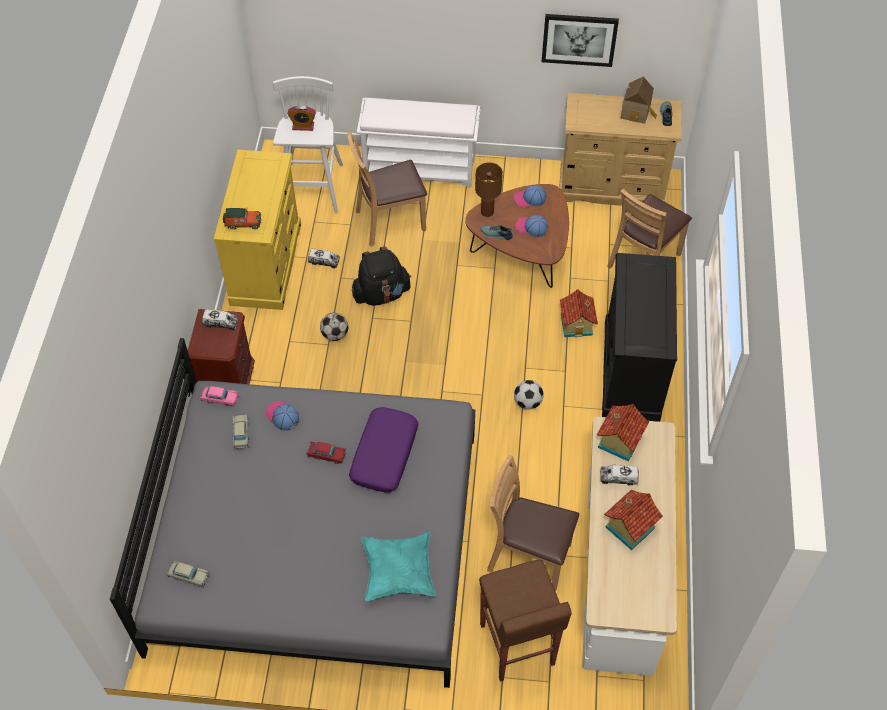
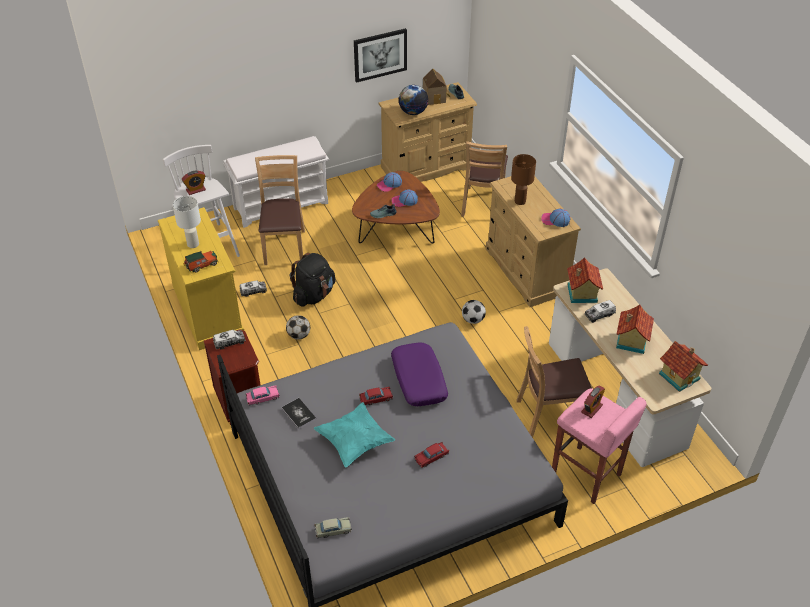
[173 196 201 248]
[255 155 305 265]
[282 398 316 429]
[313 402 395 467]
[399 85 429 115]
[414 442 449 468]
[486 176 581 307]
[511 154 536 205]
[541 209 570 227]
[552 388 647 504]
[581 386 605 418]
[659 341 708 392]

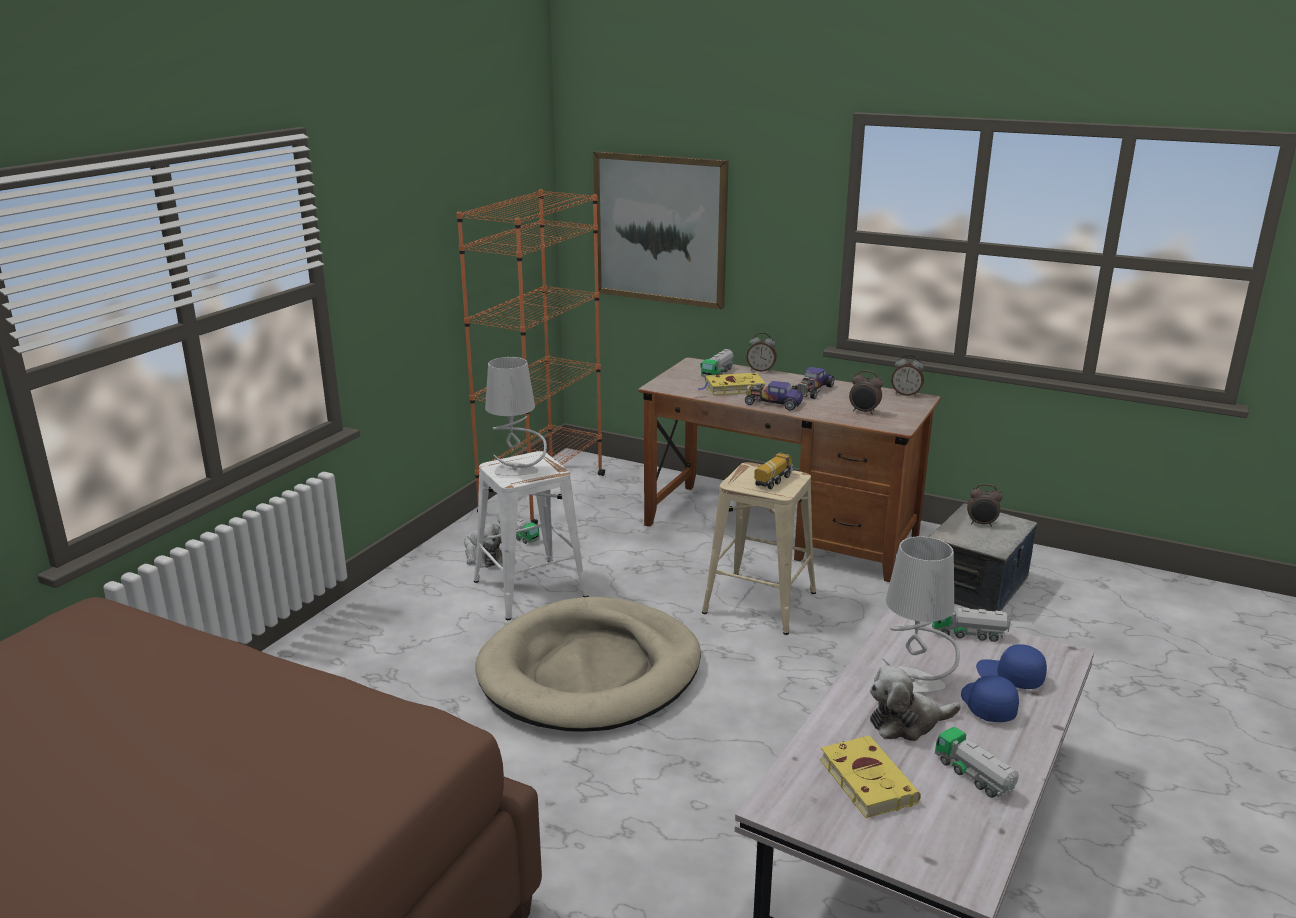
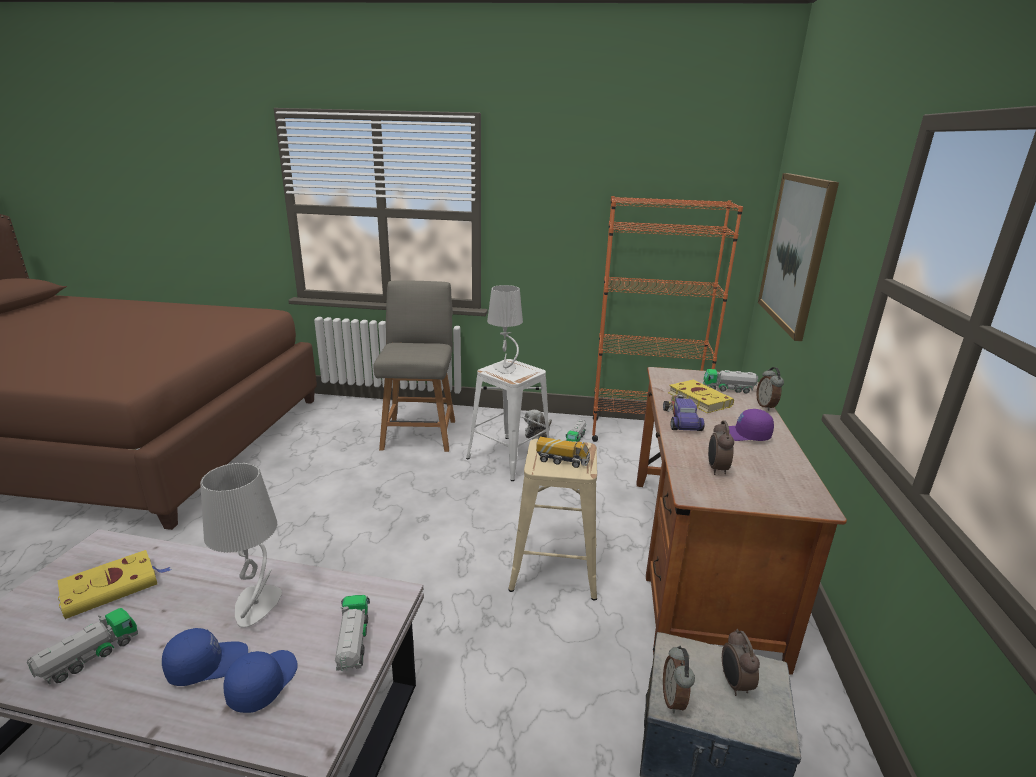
[373 280 455 452]
[663 645 695 713]
[729 409 774 441]
[475 597 701 732] (first image)
[870 665 961 741] (first image)

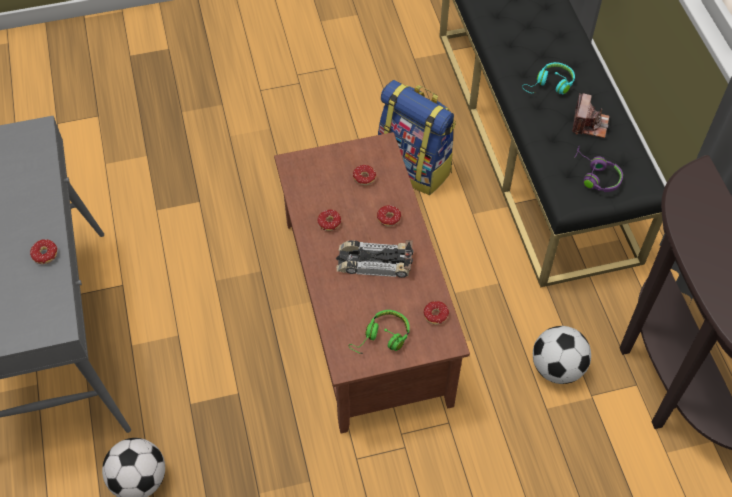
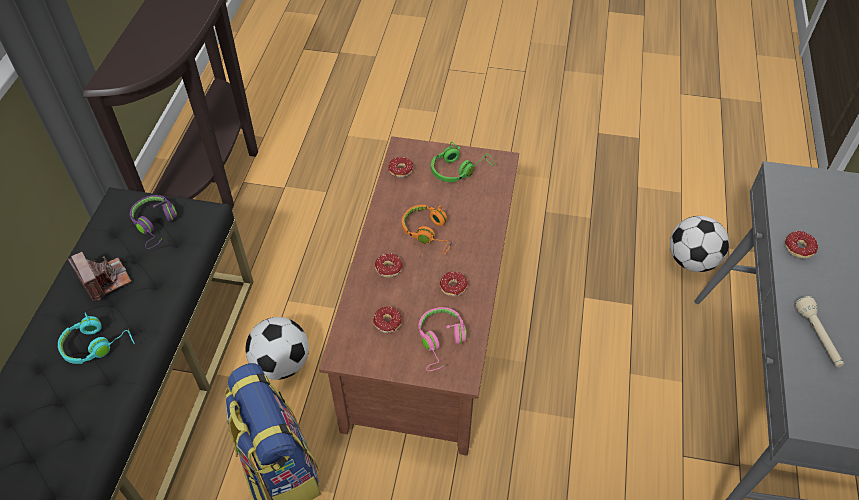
[68 252 131 301]
[245 317 309 380]
[402 205 452 255]
[418 307 467 371]
[795 296 844 367]

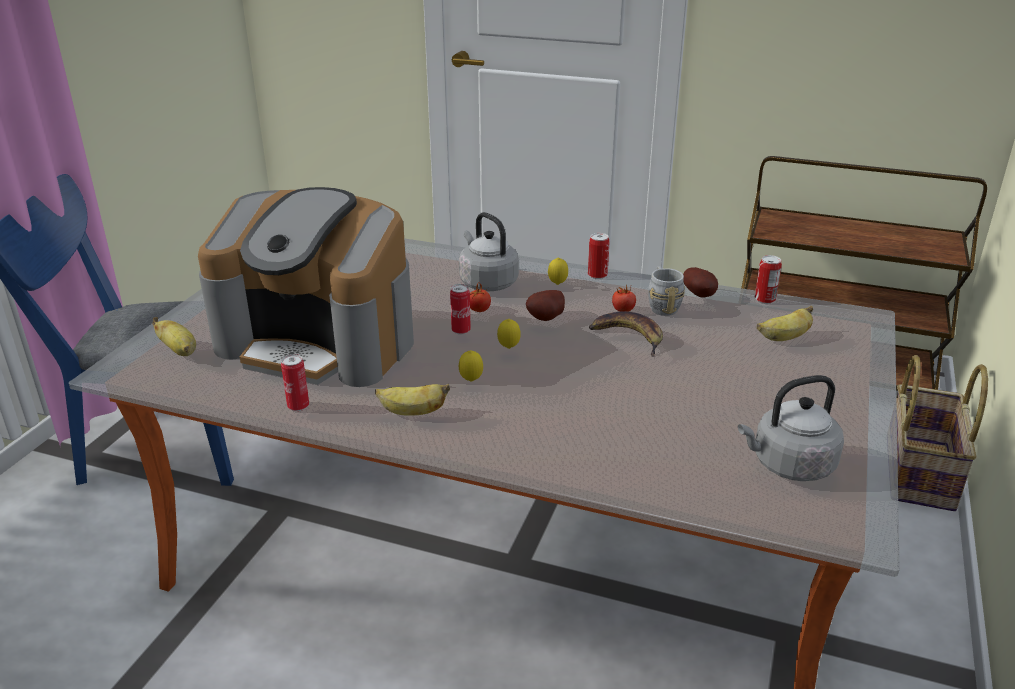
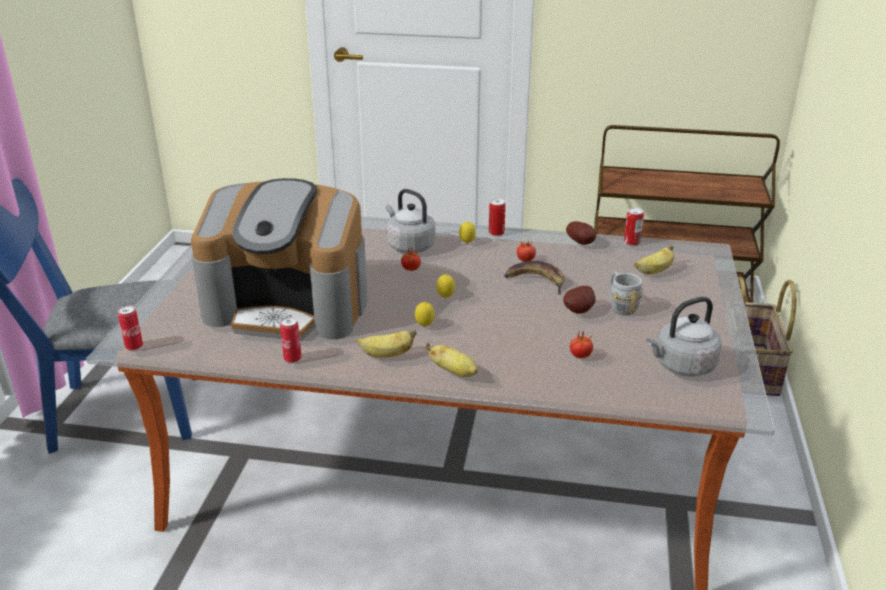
[118 305 143 351]
[426 343 478 377]
[563 286 596 314]
[570 329 593 358]
[610 271 643 315]

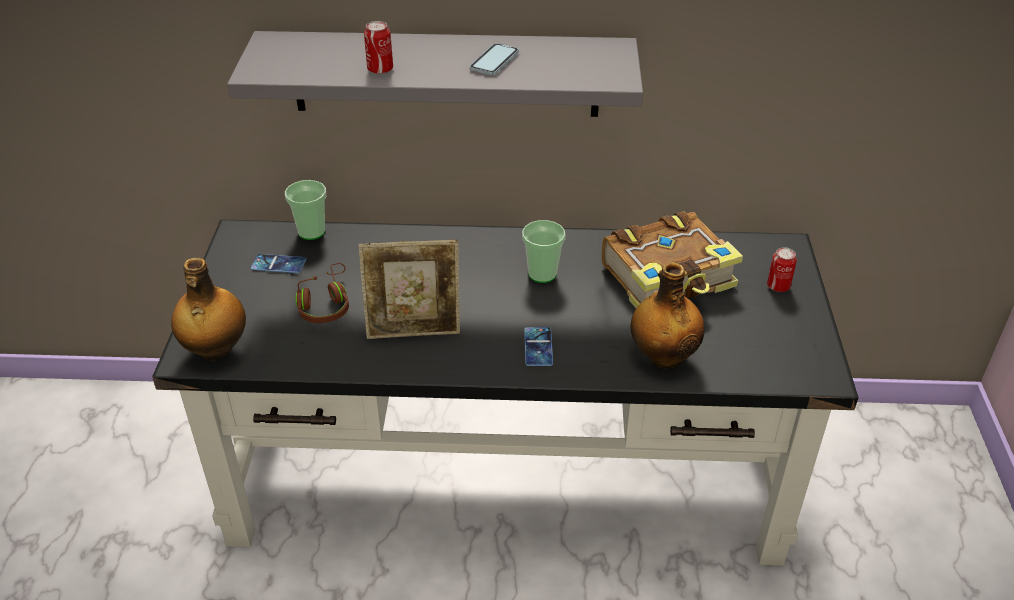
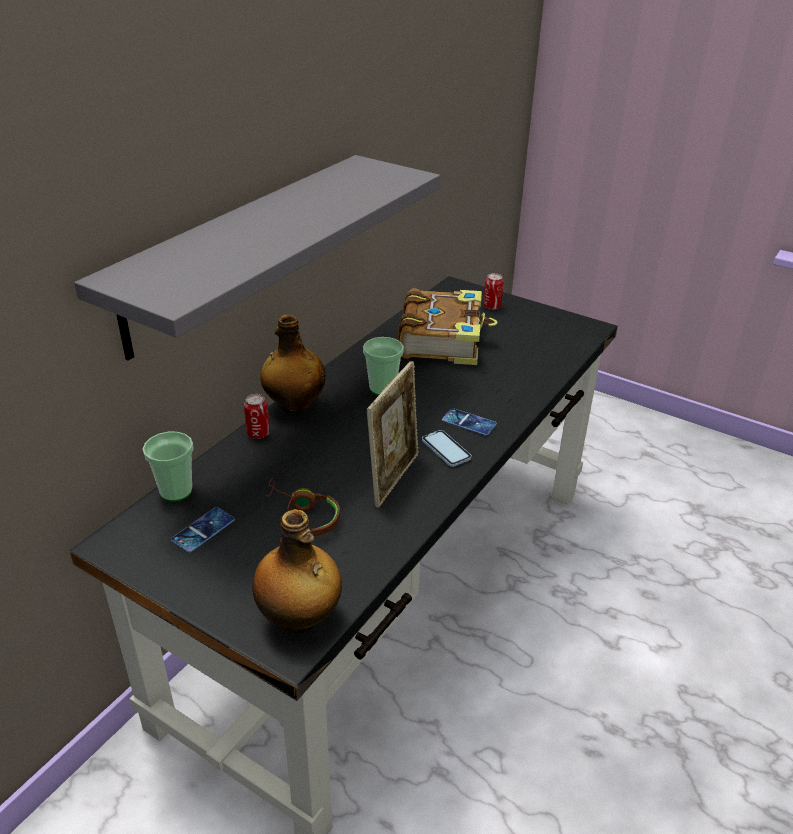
[244 394 270 439]
[260 315 326 414]
[422 430 472 467]

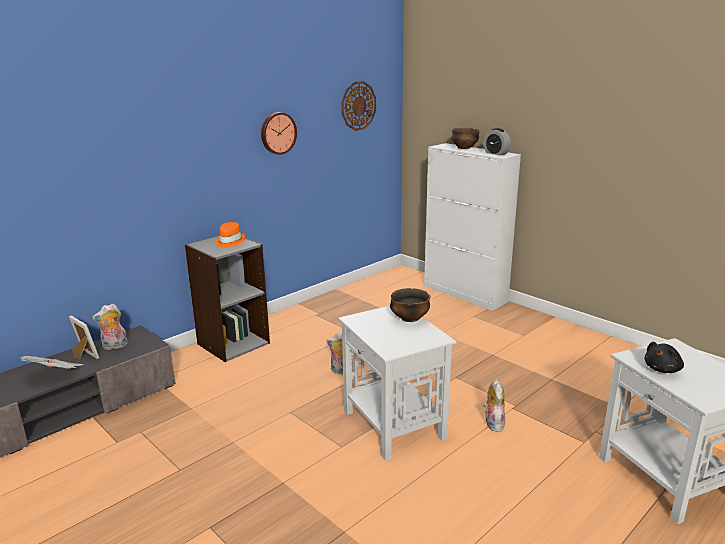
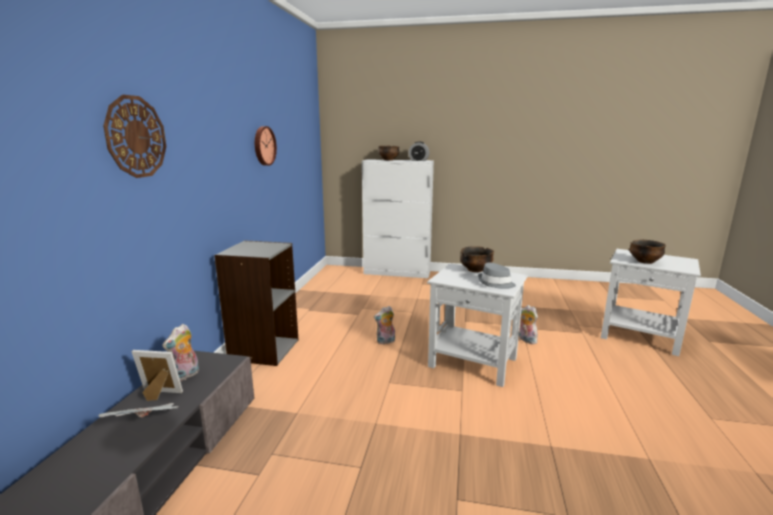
[103 95 166 178]
[478 262 516 289]
[629 240 666 264]
[215 222 245 247] (first image)

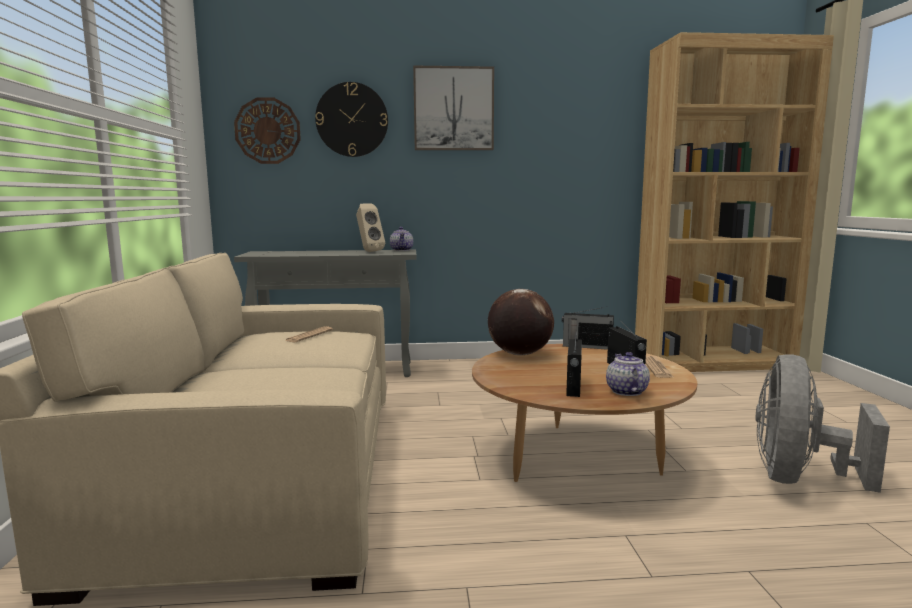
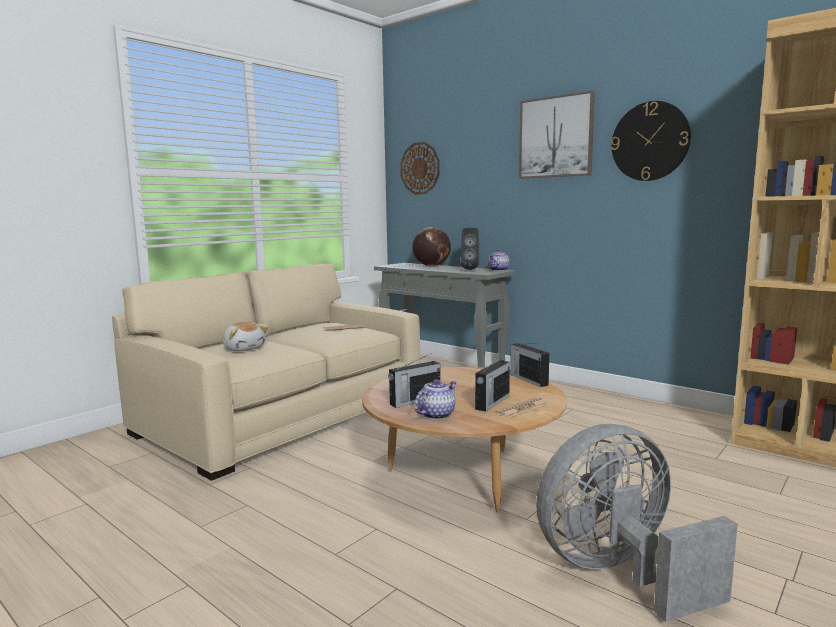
[222 322 269 351]
[412 227 451 267]
[461 228 479 270]
[611 101 691 181]

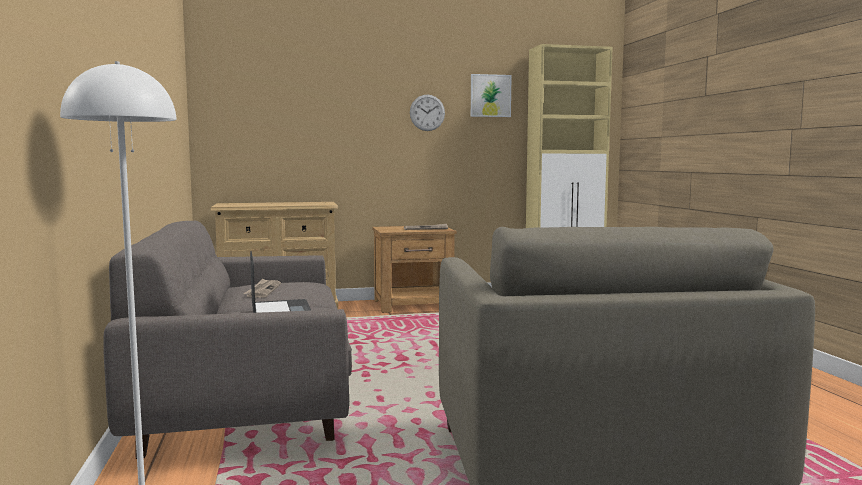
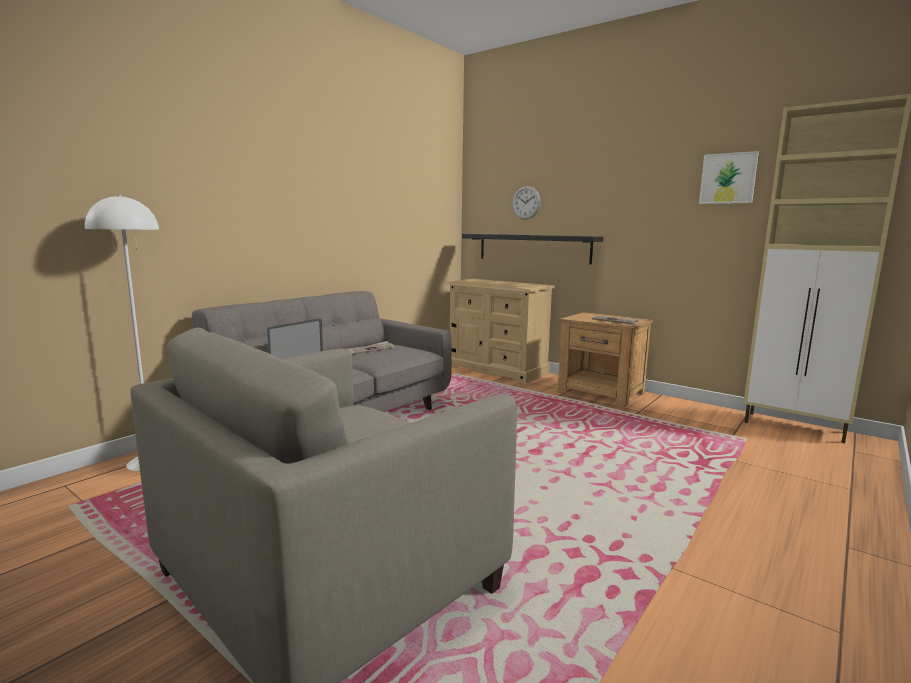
[462 234 604 265]
[512 186 541 220]

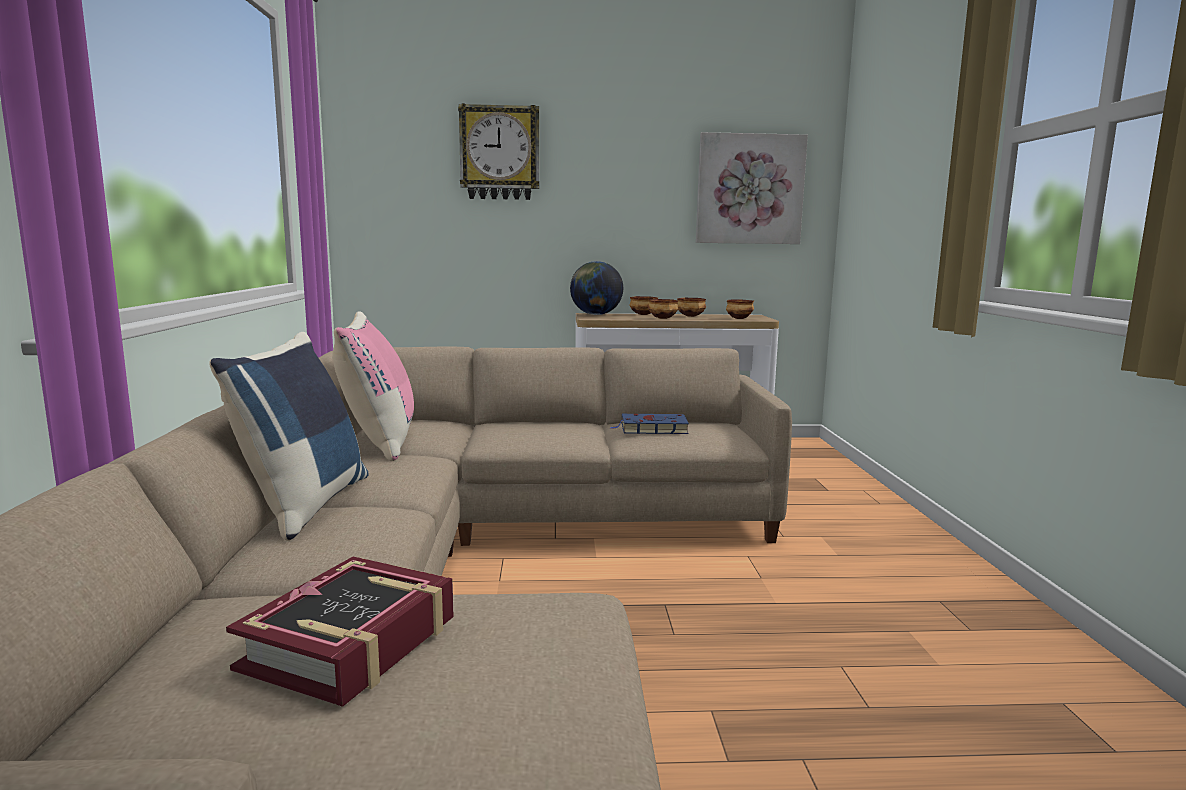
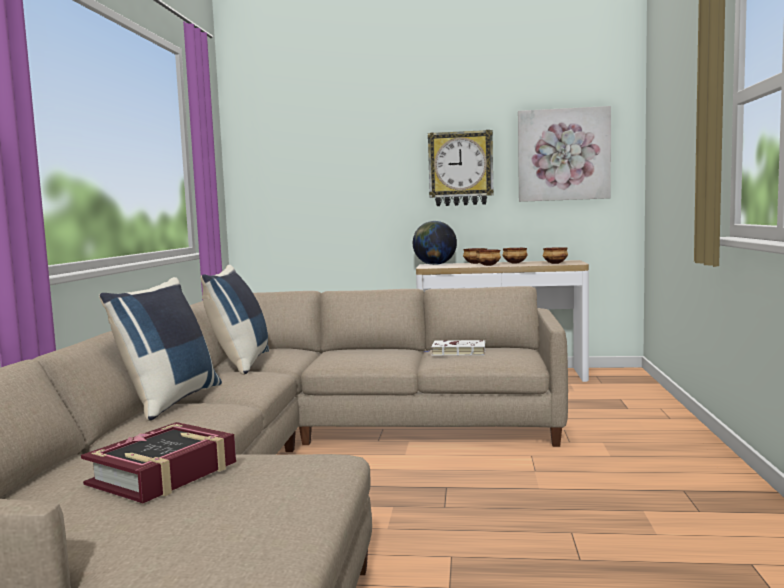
[201 265 269 375]
[424 340 486 356]
[428 130 494 206]

